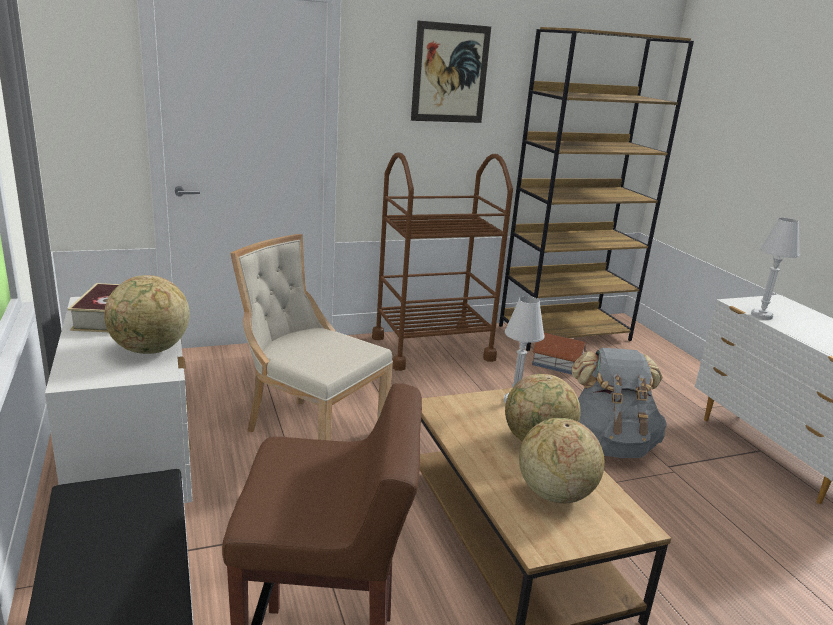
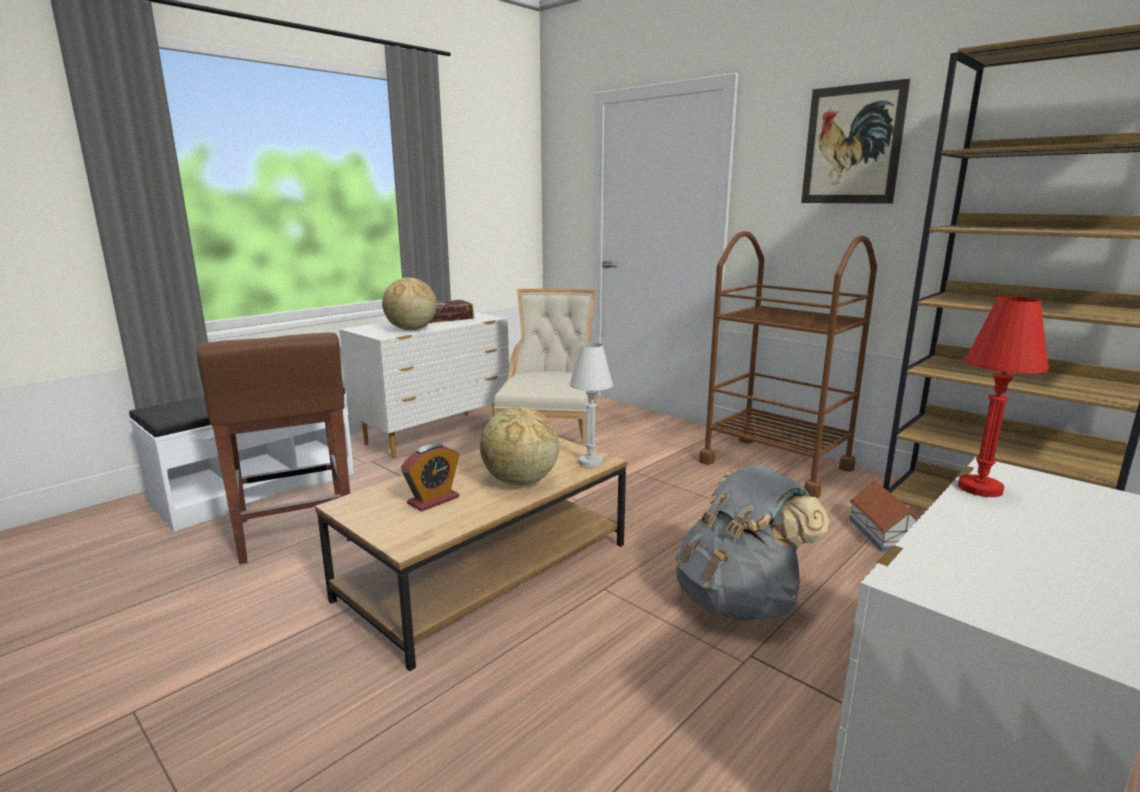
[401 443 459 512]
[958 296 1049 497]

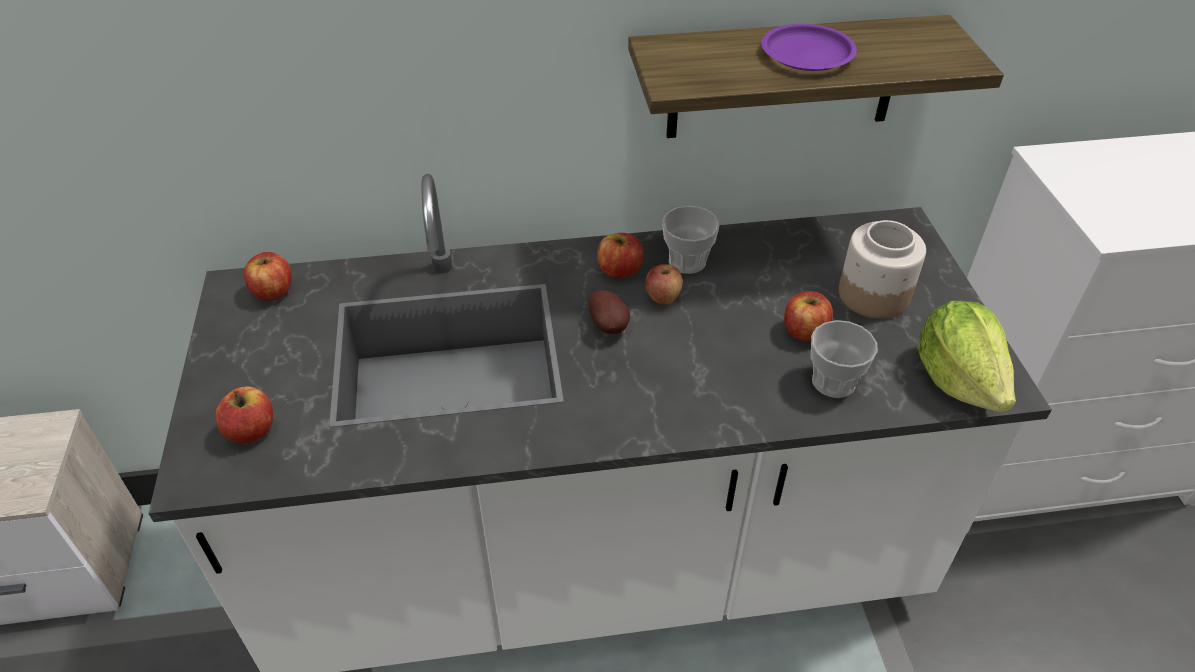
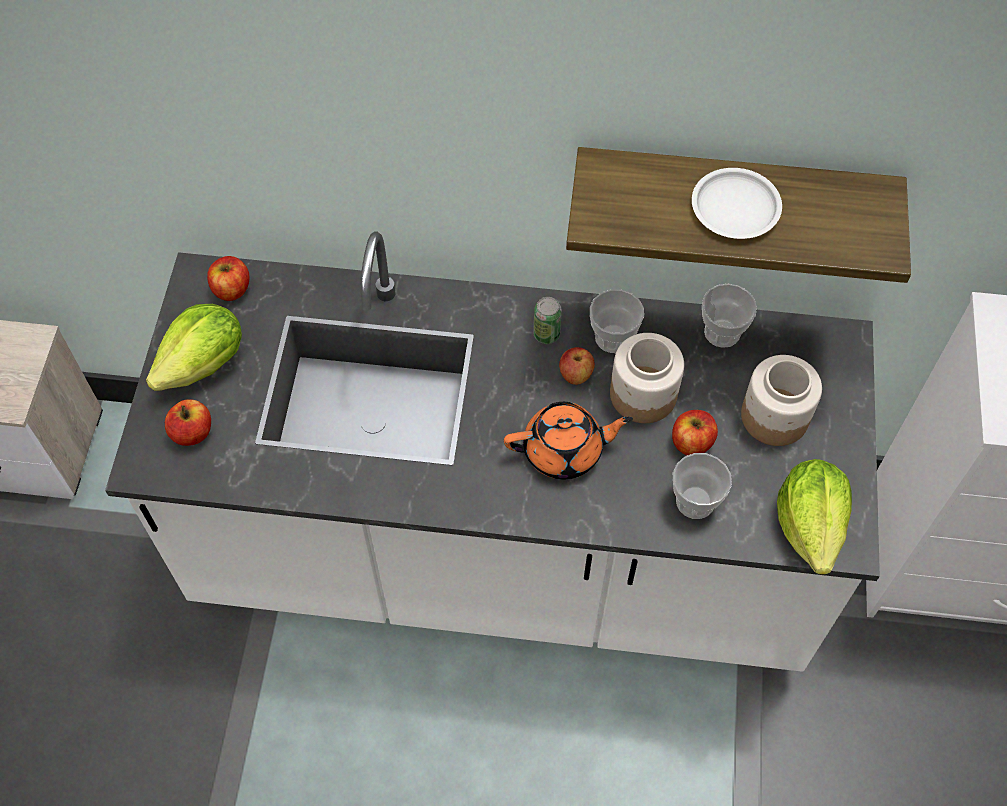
[146 304 242 391]
[504 402 633 479]
[533 297 562 344]
[610 333 684 423]
[692 168 782 239]
[702 284 757 348]
[588 290 630 334] (first image)

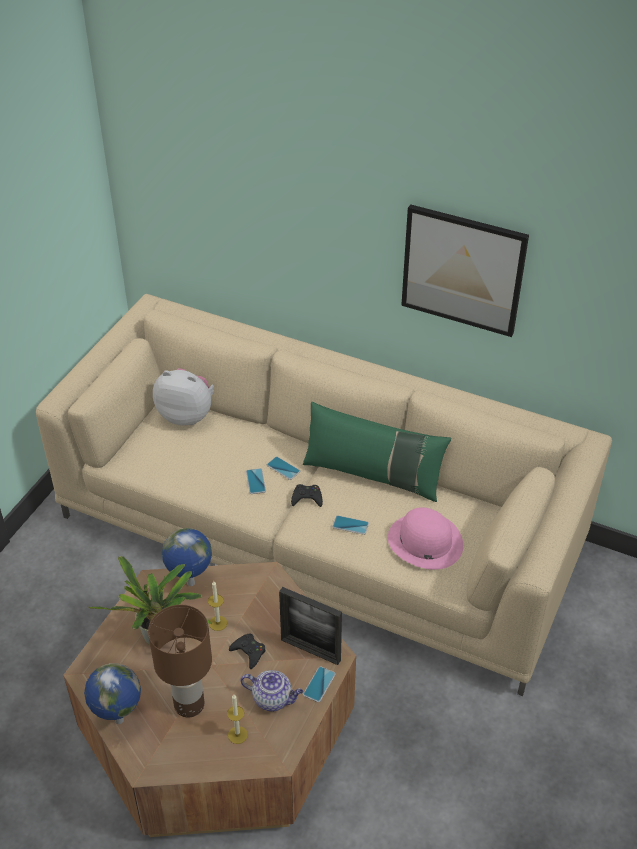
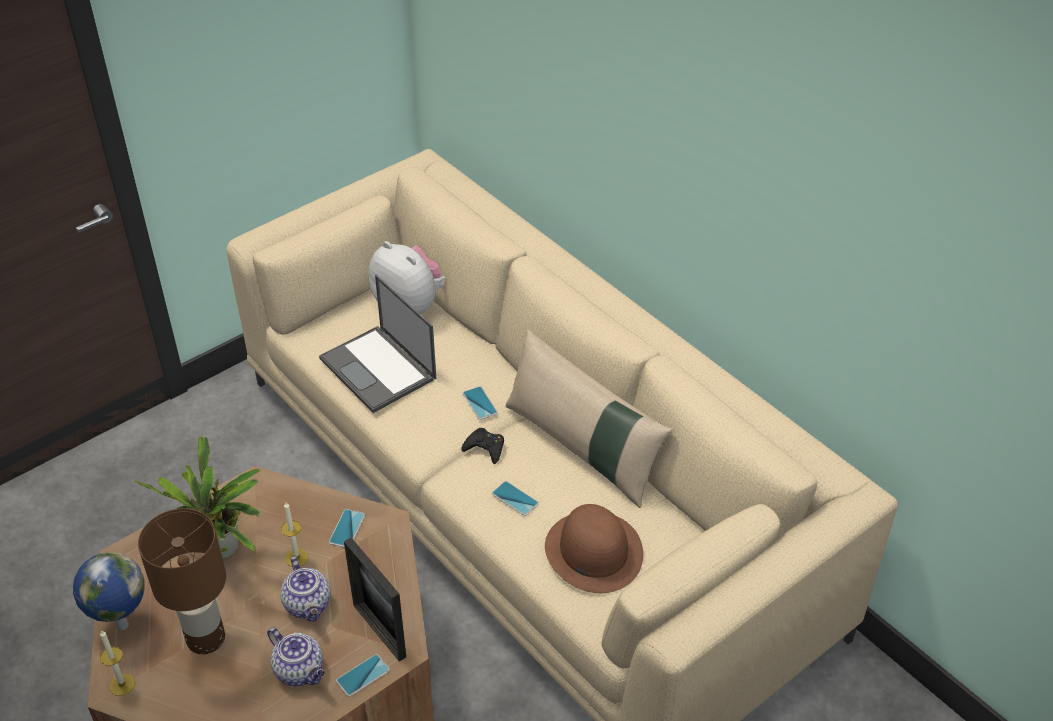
[100 630 135 696]
[280 557 331 622]
[319 275 436 413]
[329 509 365 547]
[505 330 672 508]
[545 504 643 593]
[162 528 212 586] (first image)
[401 204 529 337] (first image)

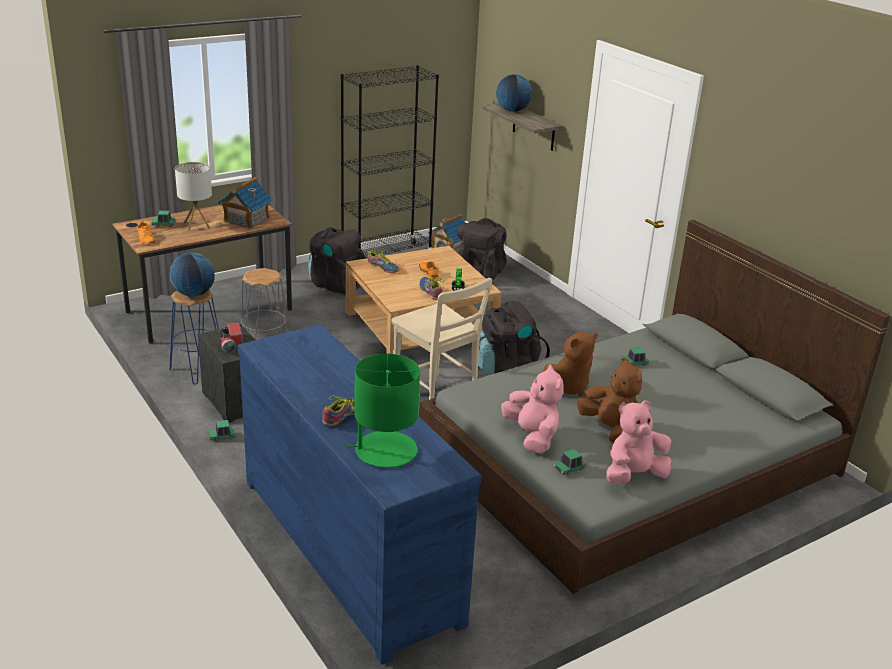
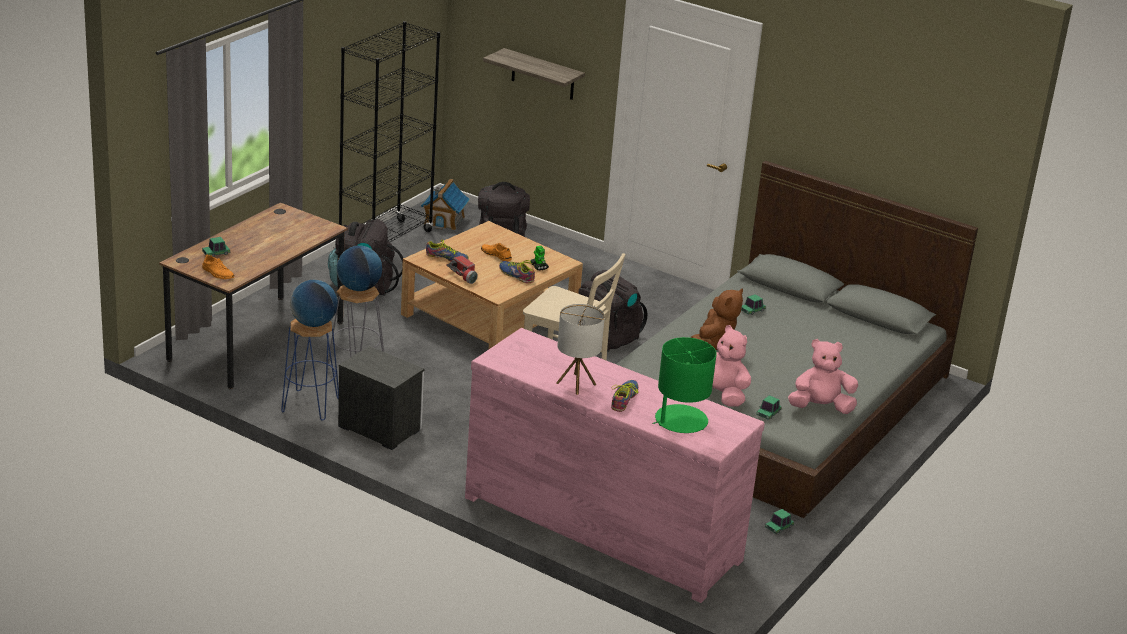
[337 246 382 291]
[447 256 478 284]
[465 328 765 603]
[556 304 605 395]
[765 509 794 534]
[788 339 858 414]
[218 177 273 229] (first image)
[577 358 642 443] (first image)

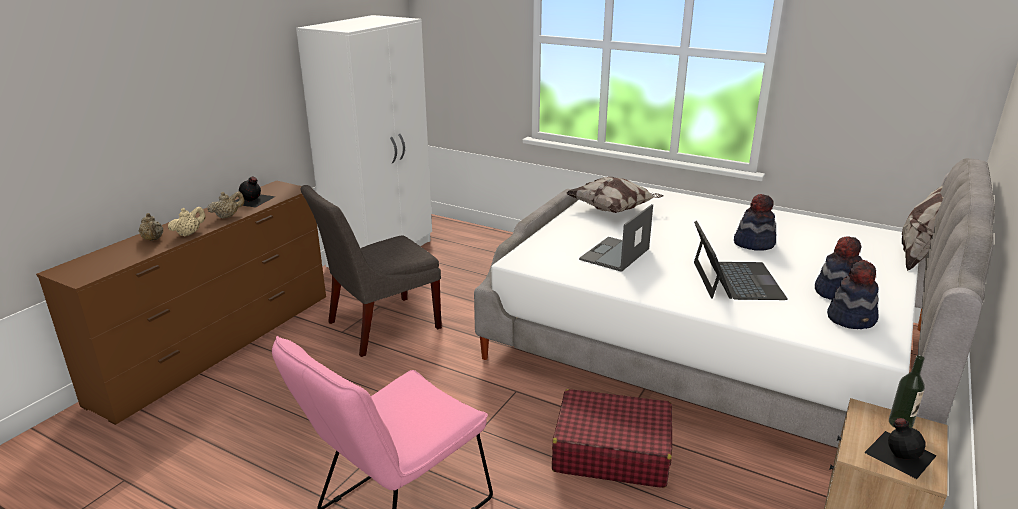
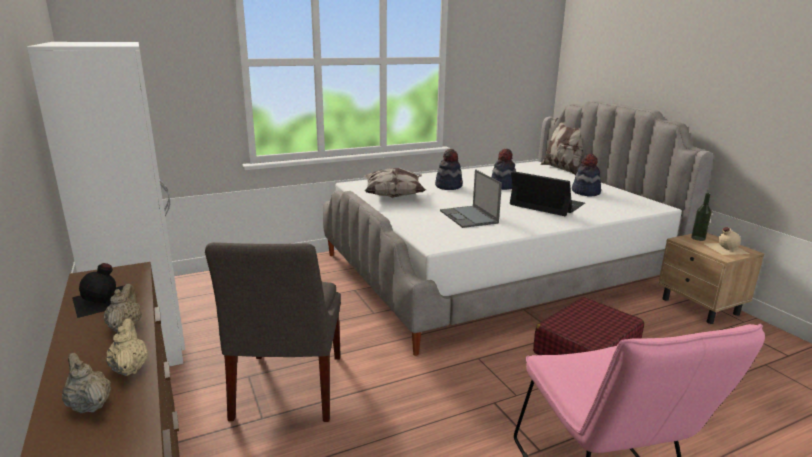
[62 353 111 413]
[435 149 463 190]
[705 227 749 255]

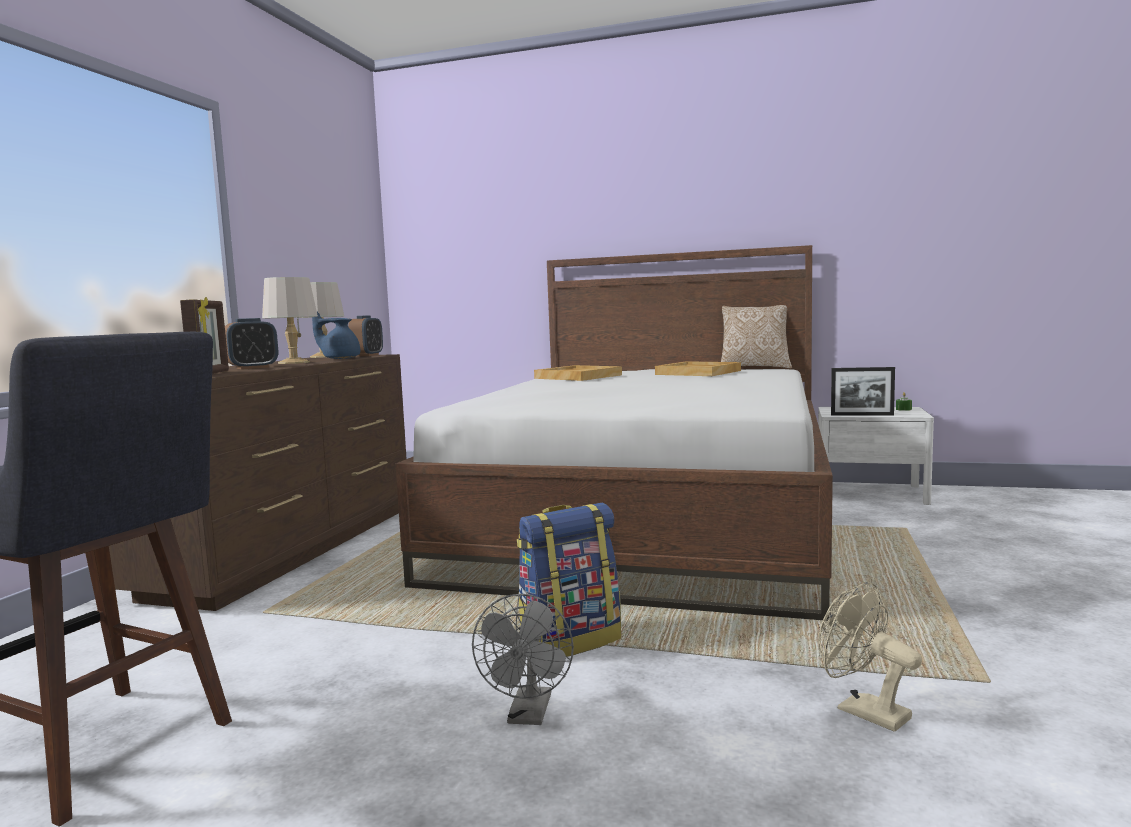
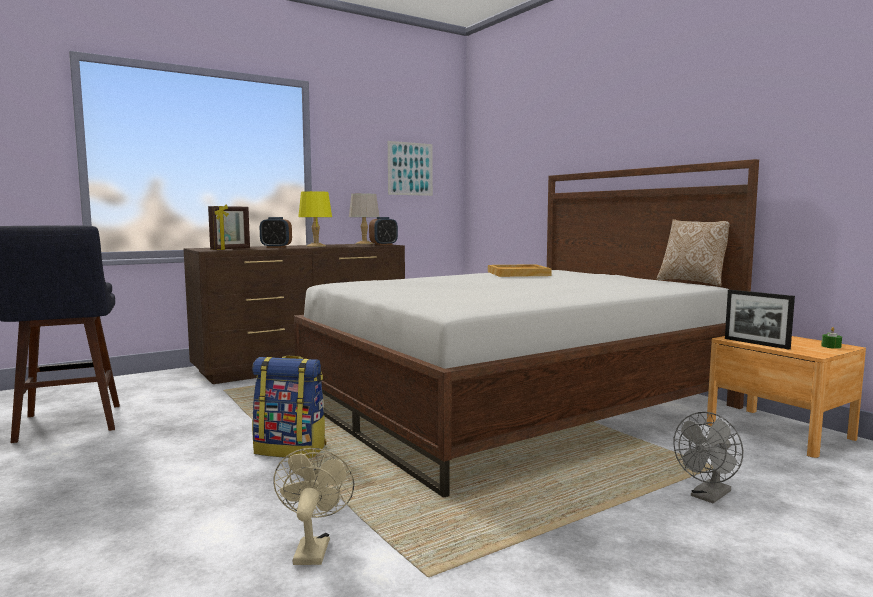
[298 191 332 247]
[388 141 433 196]
[673 412 743 503]
[707 336 866 458]
[312 312 360 359] (first image)
[655 361 741 376] (first image)

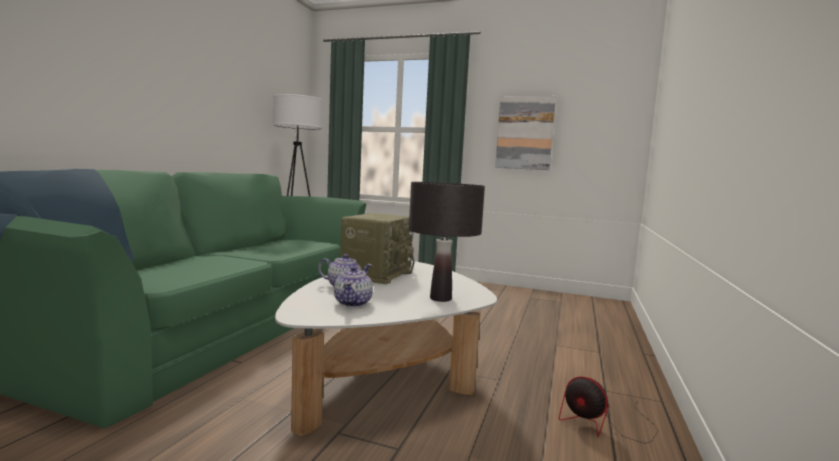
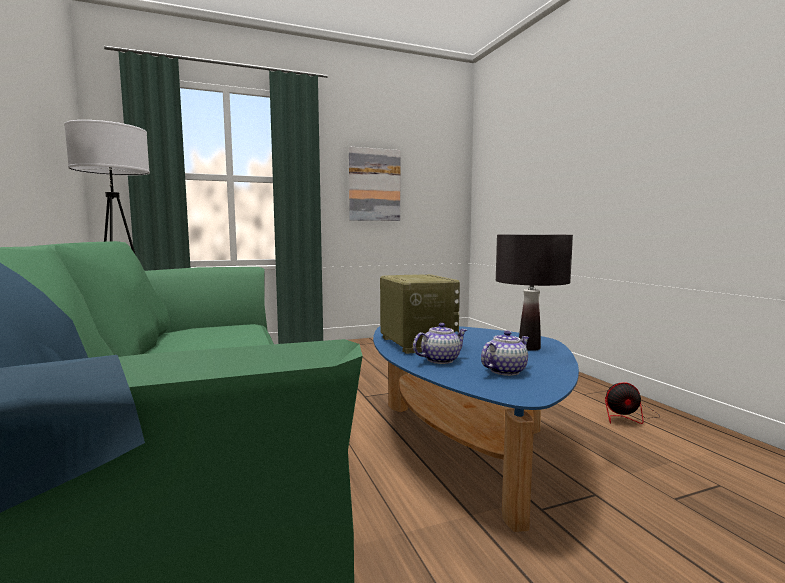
[373 326 579 532]
[481 330 530 376]

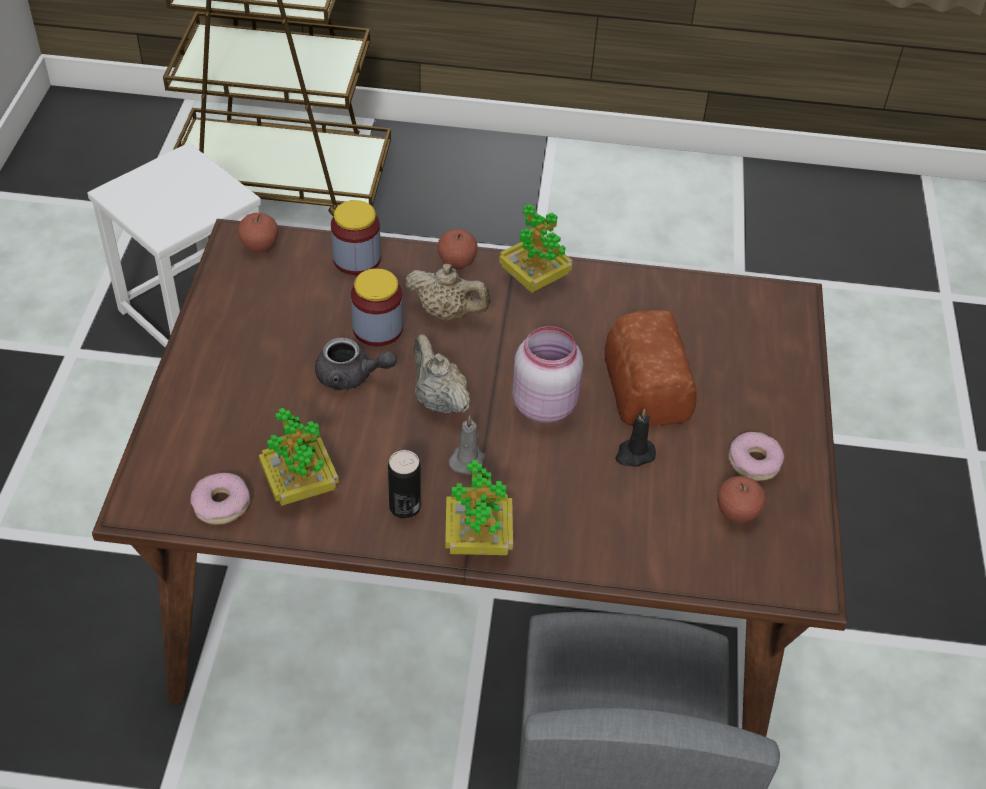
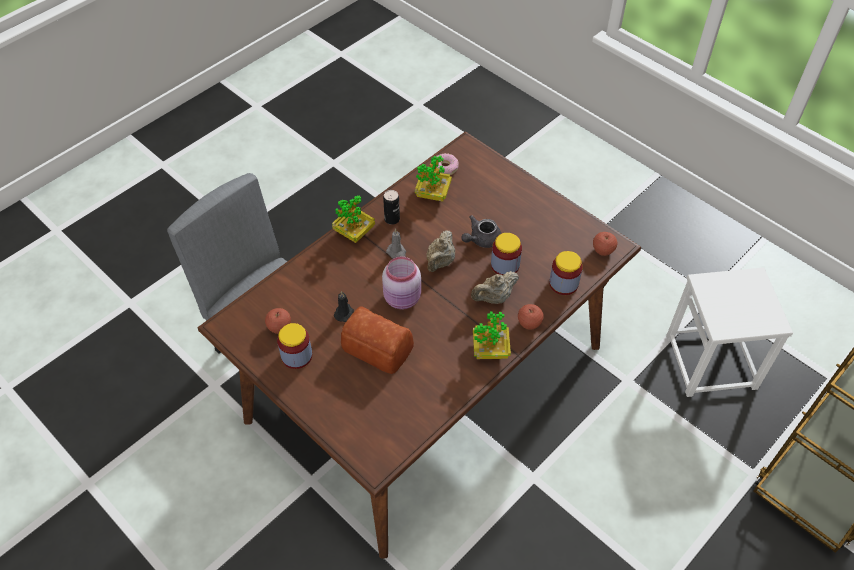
[277 323 312 369]
[426 230 455 272]

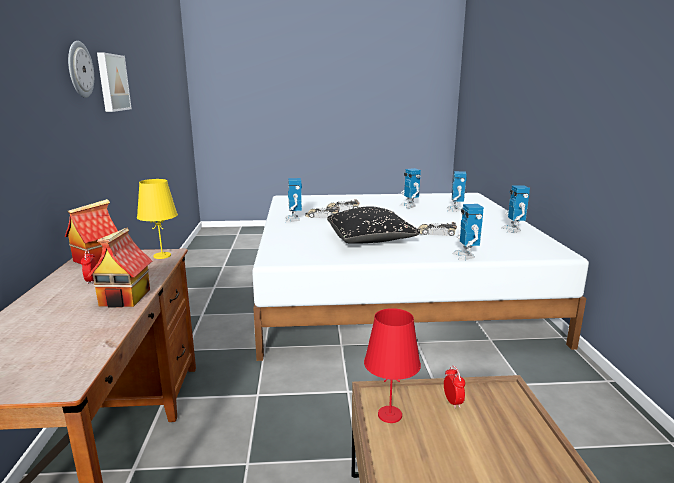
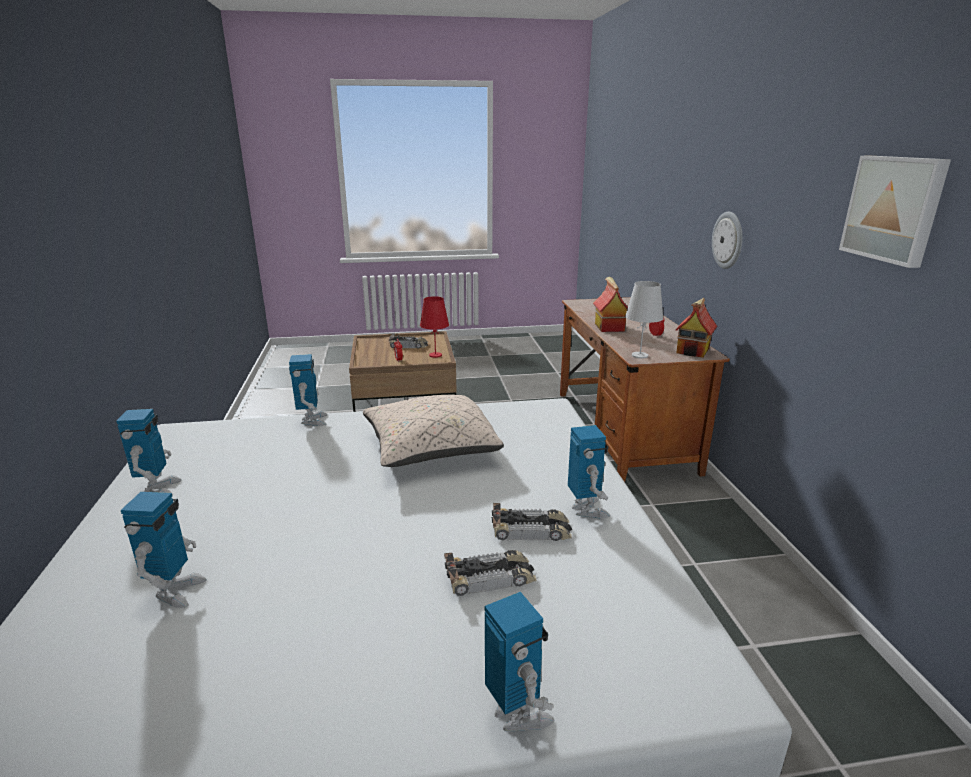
[363 395 504 467]
[389 334 428 349]
[485 592 554 731]
[625 281 664 359]
[712 212 743 269]

